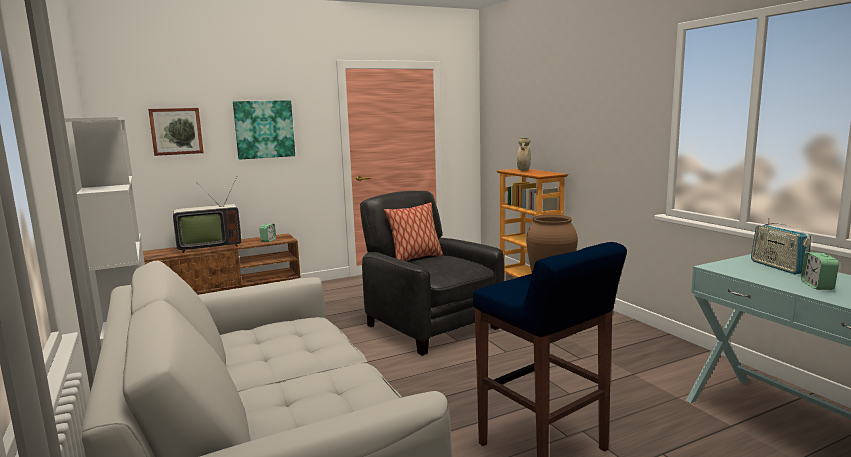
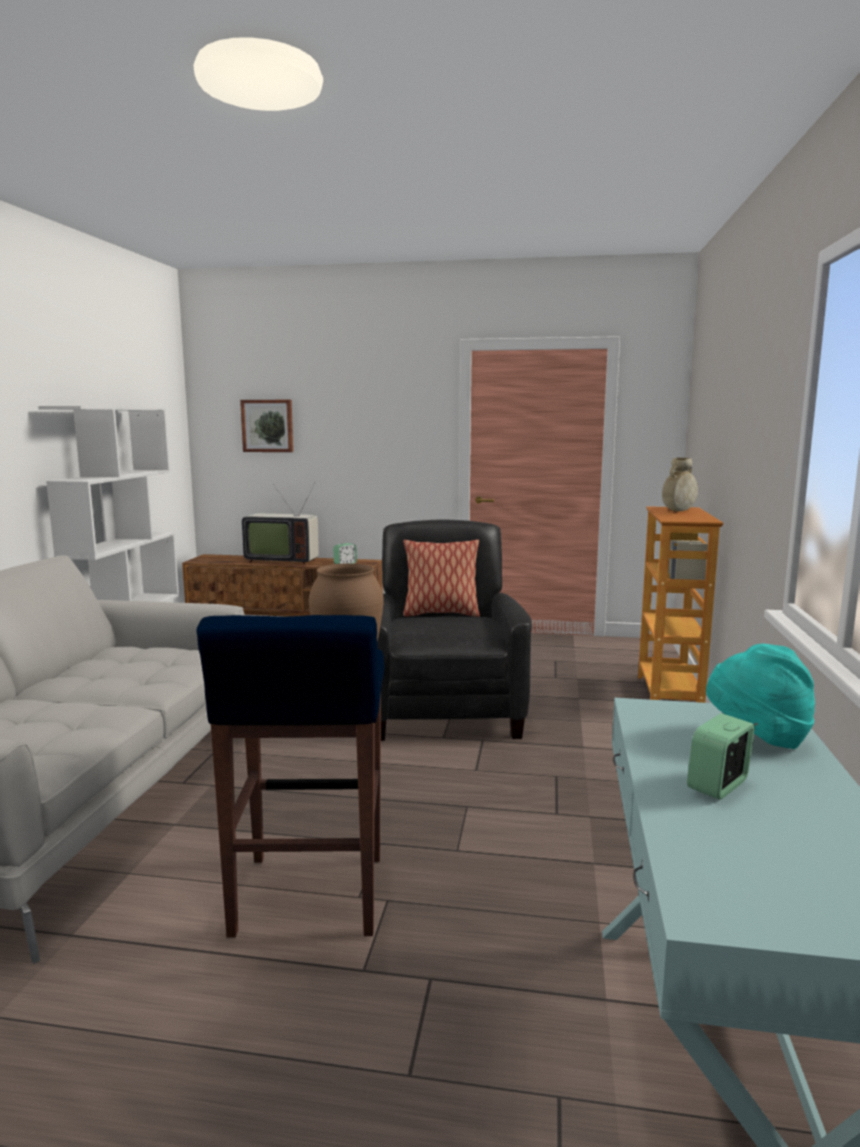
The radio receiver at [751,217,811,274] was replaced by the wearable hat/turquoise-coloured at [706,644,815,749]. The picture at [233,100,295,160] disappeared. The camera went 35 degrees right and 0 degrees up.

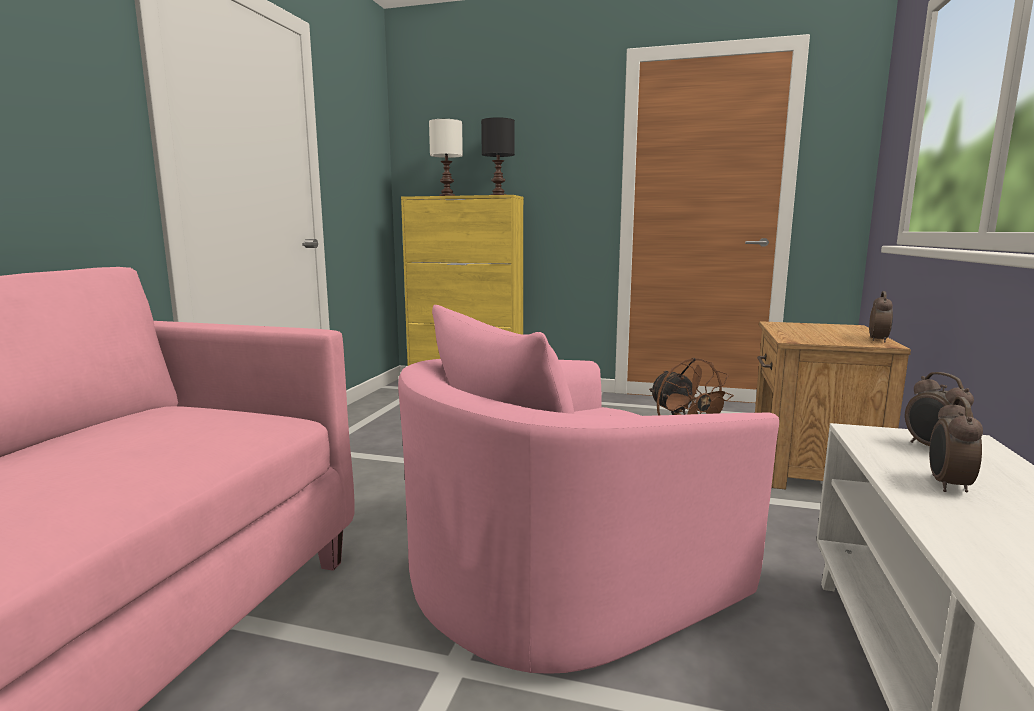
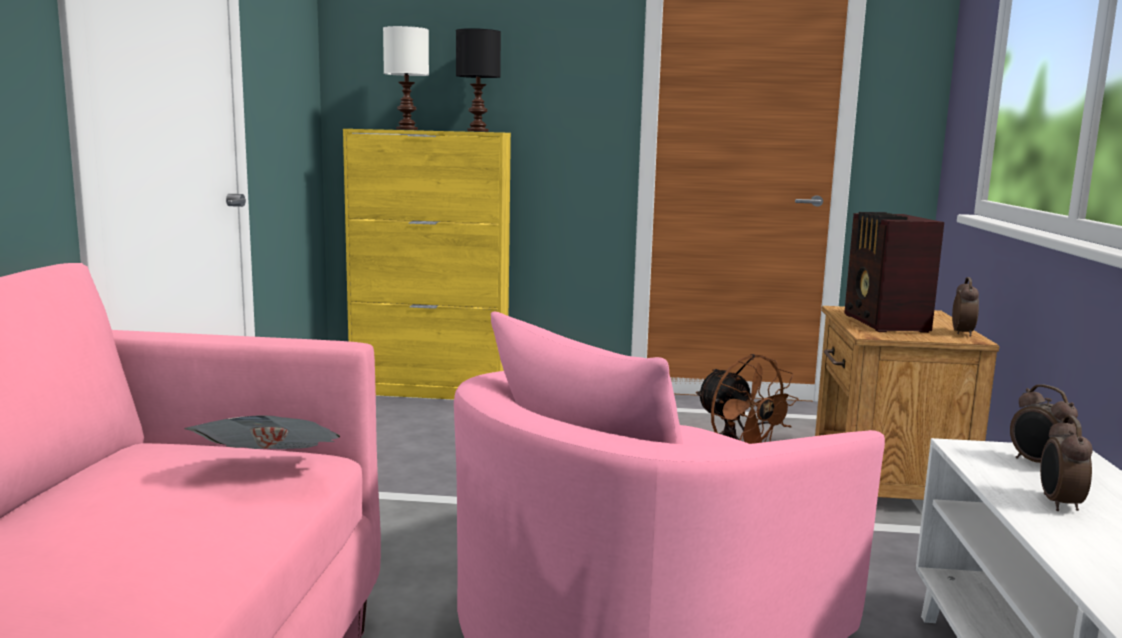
The daily paper at [184,415,340,449] appeared. The radio receiver at [844,212,944,333] appeared. The camera went 10 degrees left and 0 degrees up.

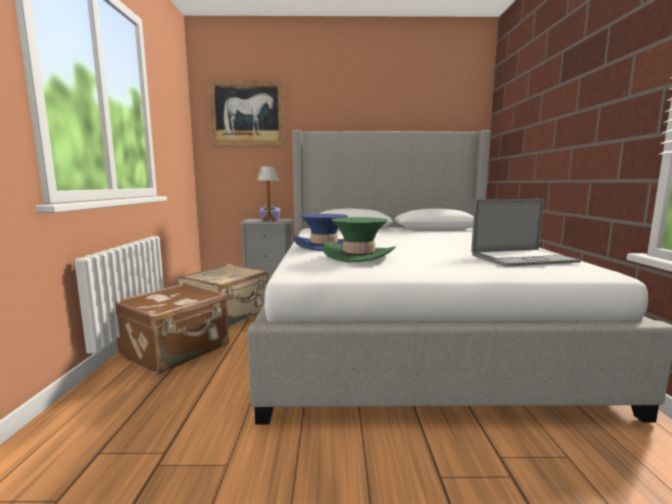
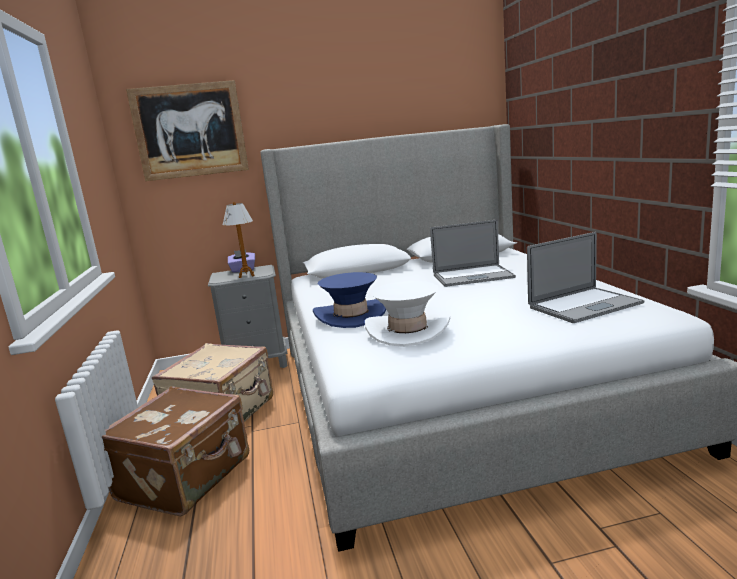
The wearable hat/greenish at [323,217,396,262] became the wearable hat/white at [365,281,450,347]. The notebook computer at [430,220,516,287] appeared. The camera went 10 degrees left and 5 degrees up.

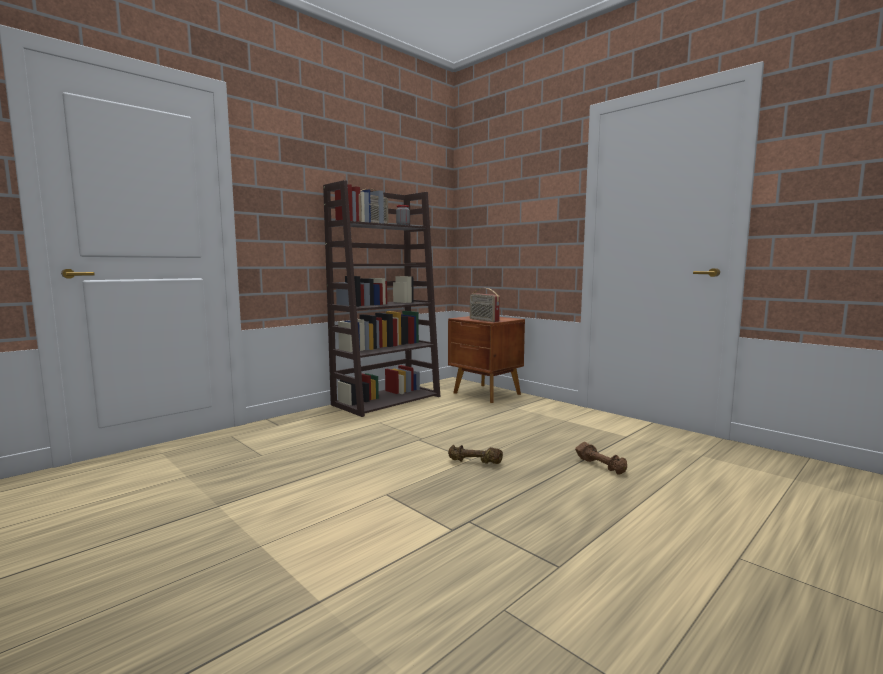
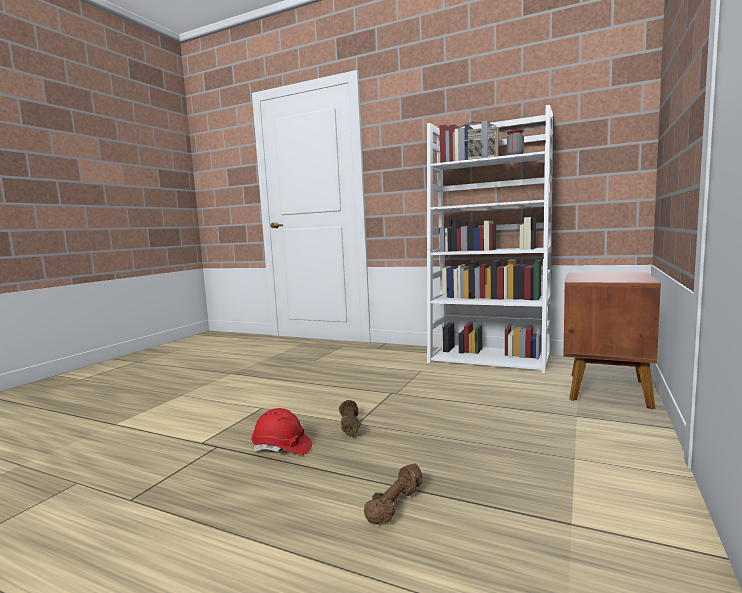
The work helmet/reddish at [251,408,312,455] appeared. The shelving unit/brownish at [323,180,440,417] became the shelving unit/white at [427,105,553,373]. The radio receiver at [470,288,500,322] disappeared. The camera went 70 degrees right and 0 degrees up.

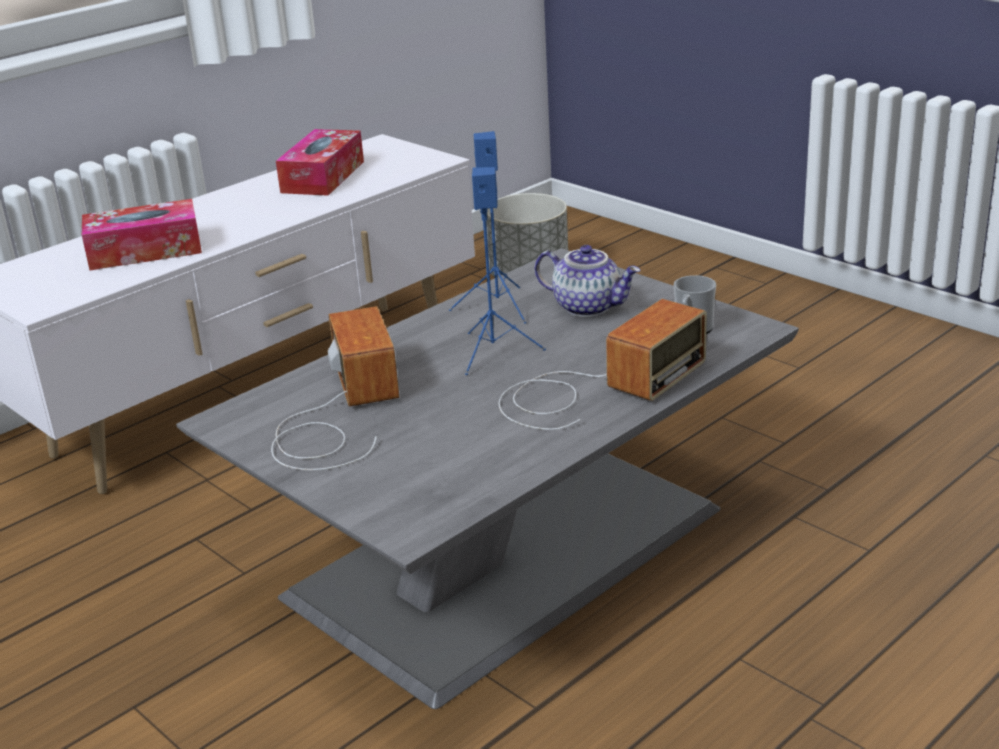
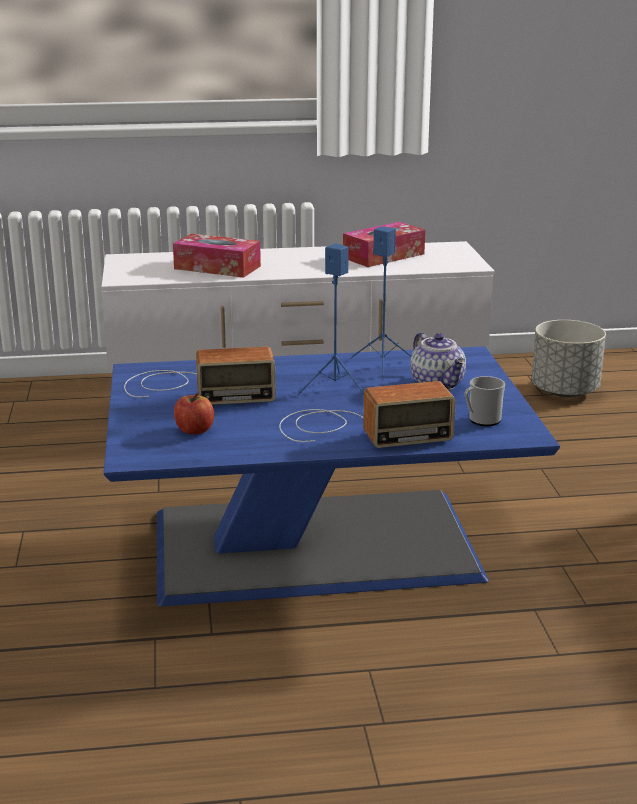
The lounge table/grey at [176,248,799,709] became the lounge table/blue at [104,346,560,607]. The radio receiver at [271,306,399,470] turned 60 degrees clockwise. The whole apple at [174,393,214,434] appeared. The camera went 35 degrees right and 5 degrees down.

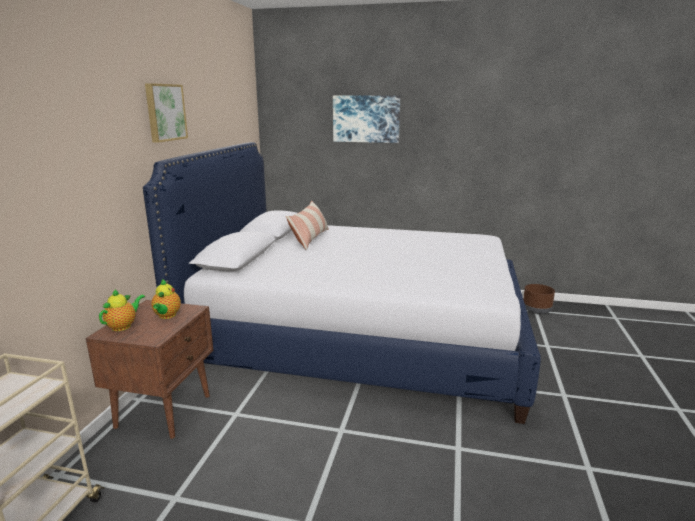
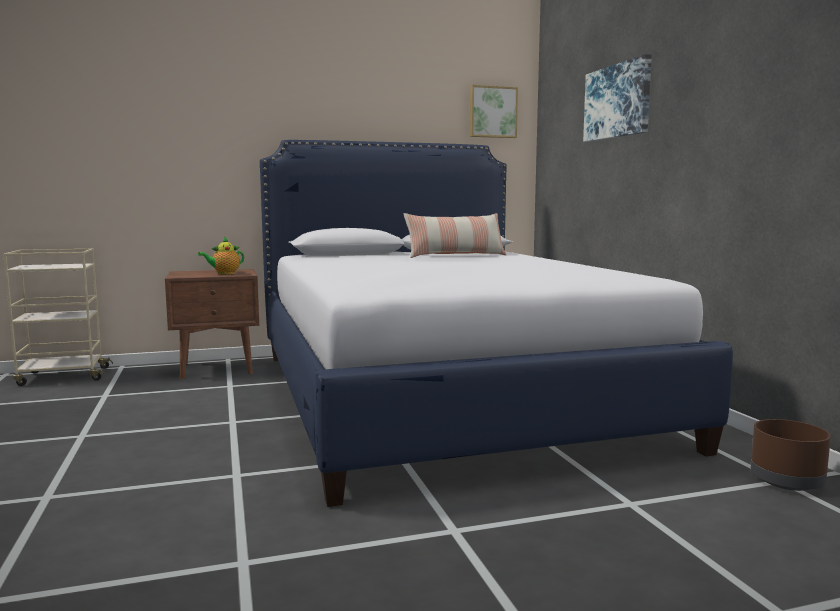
The picture moved from [145,83,188,143] to [470,85,518,138]. The tea pot at [99,289,145,331] disappeared. The camera went 60 degrees right and 10 degrees down.

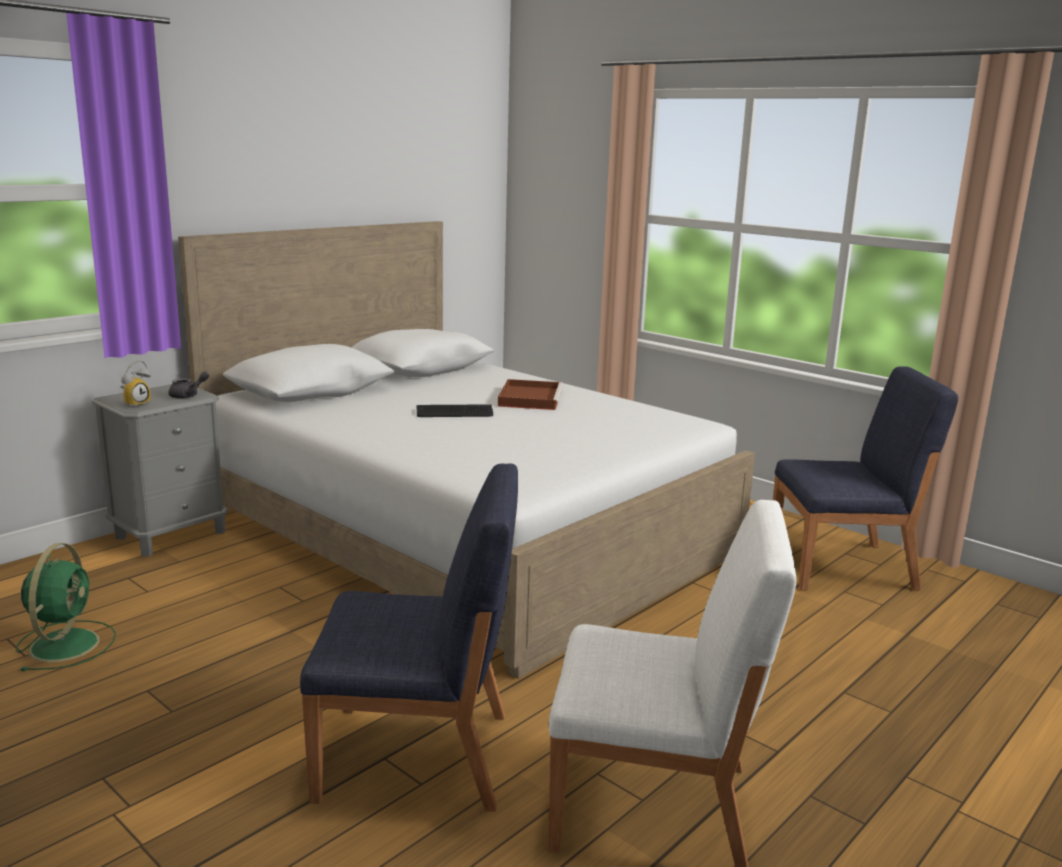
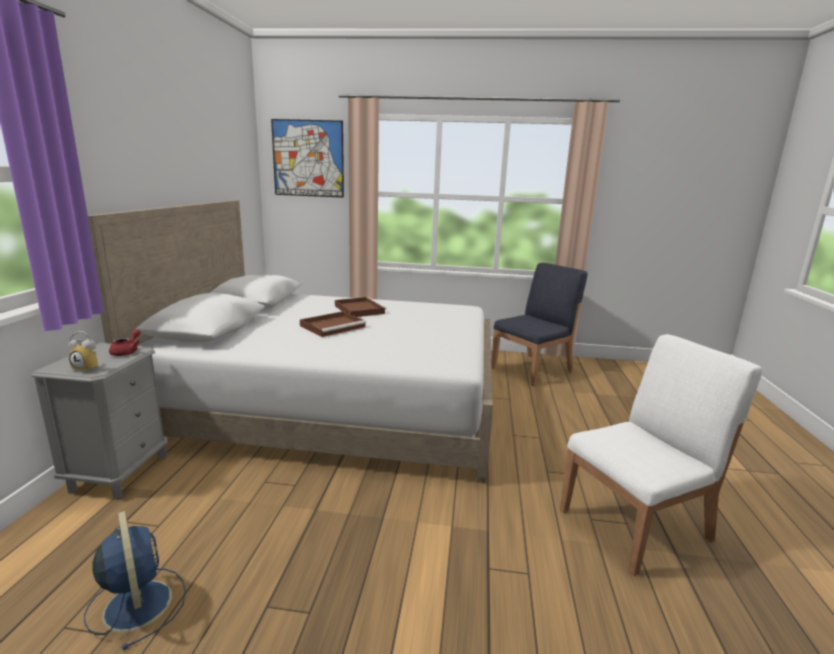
The table clock at [120,360,151,408] turned 105 degrees clockwise. The electric fan/greenish at [16,543,116,671] became the electric fan/blue at [84,511,186,650]. The tea pot/grey at [168,371,209,399] became the tea pot/reddish at [109,329,140,356]. The picture at [271,119,344,198] appeared. The PC keyboard at [417,404,493,417] was replaced by the tray/brownish at [300,311,366,337]. The chair/blue at [300,464,518,812] disappeared. The camera went 35 degrees left and 0 degrees up.

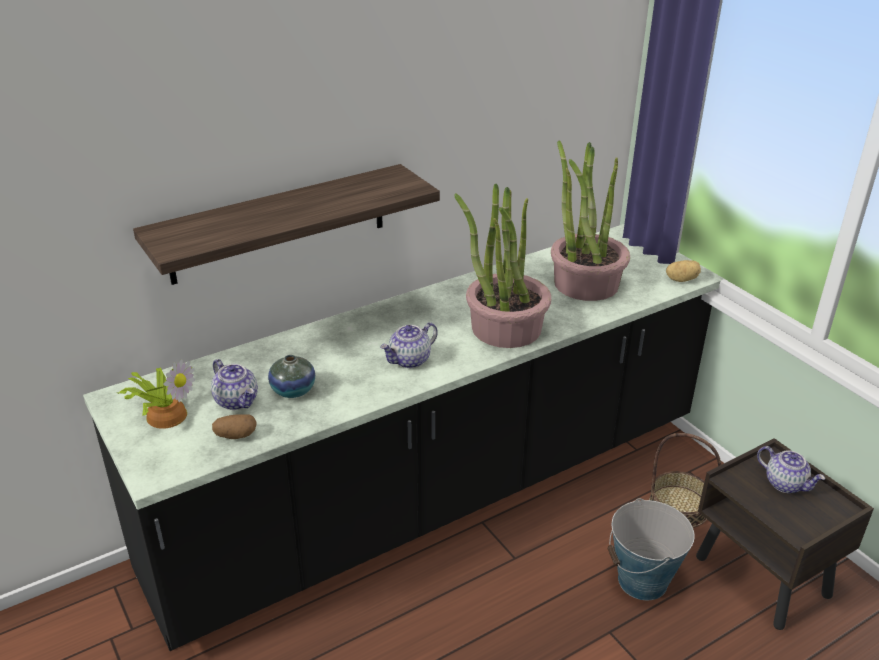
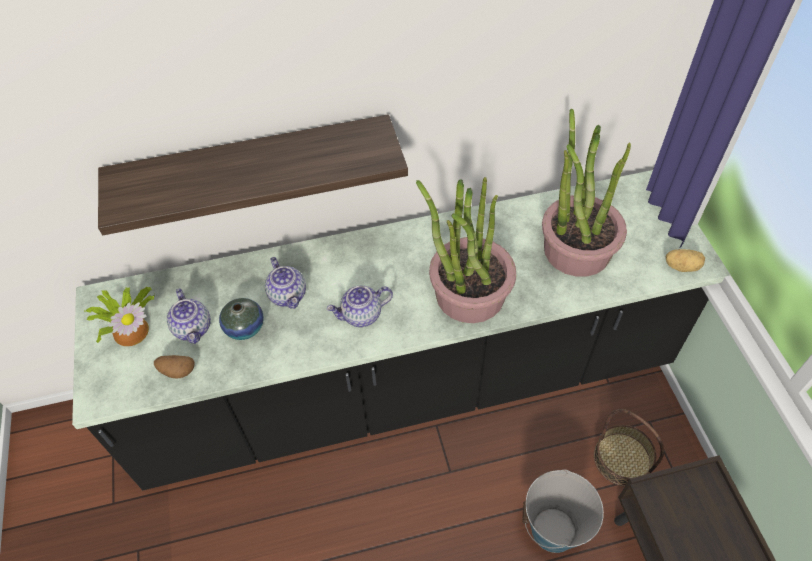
The tea pot moved from [757,446,825,493] to [265,257,306,309]. The camera went 20 degrees right and 20 degrees up.

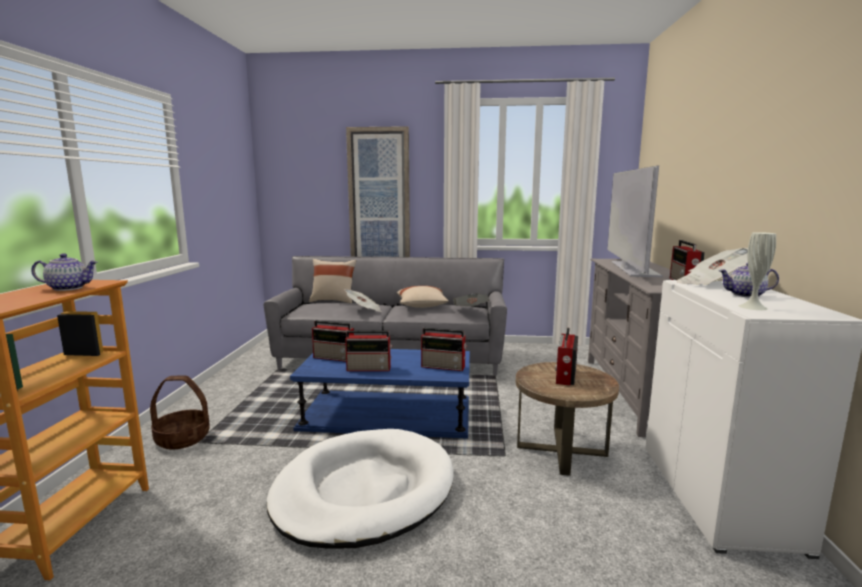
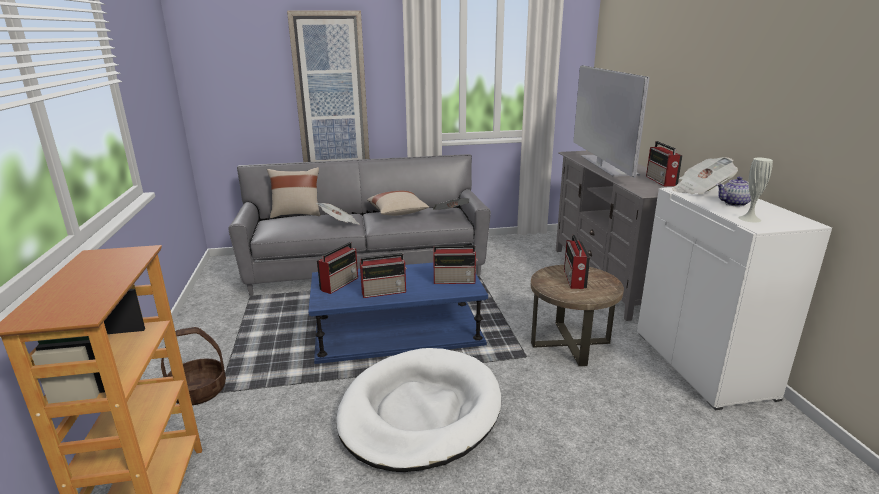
The radio receiver at [312,321,354,362] turned 60 degrees counterclockwise. The tea pot at [31,253,98,291] disappeared. The camera went 15 degrees left and 10 degrees up.

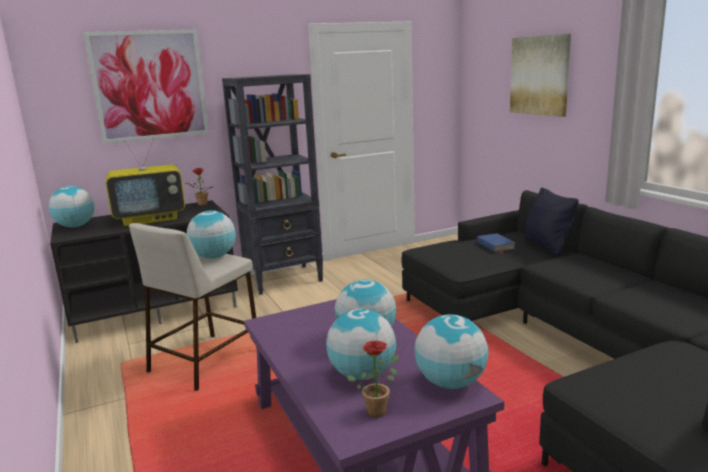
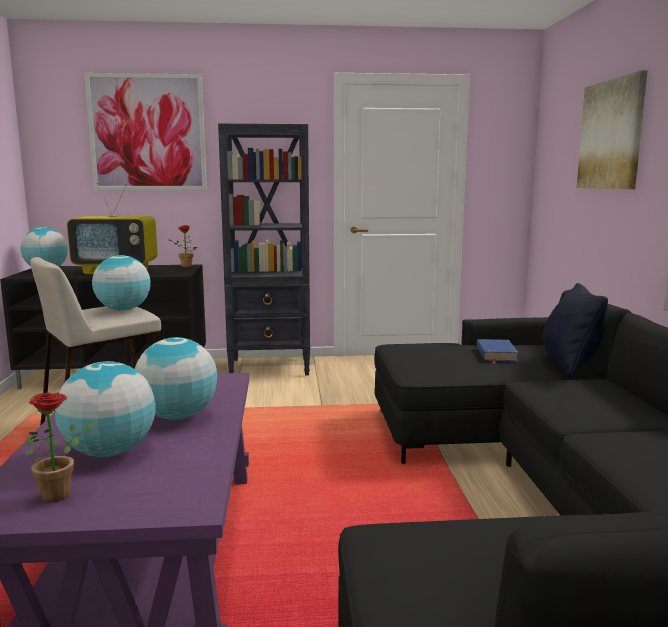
The desk globe at [414,314,488,389] disappeared. The camera went 20 degrees right and 5 degrees down.

